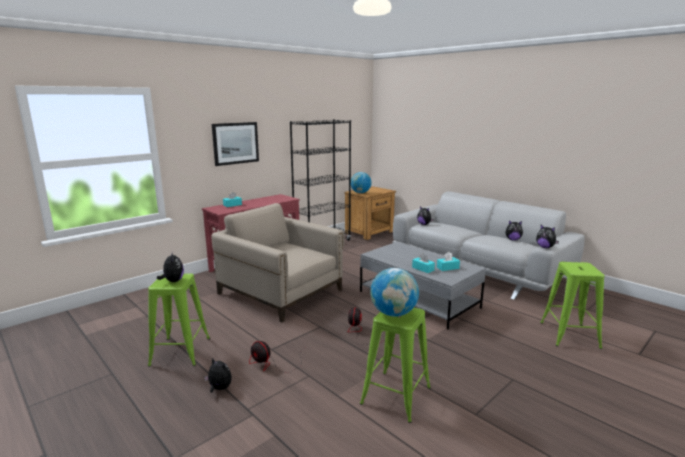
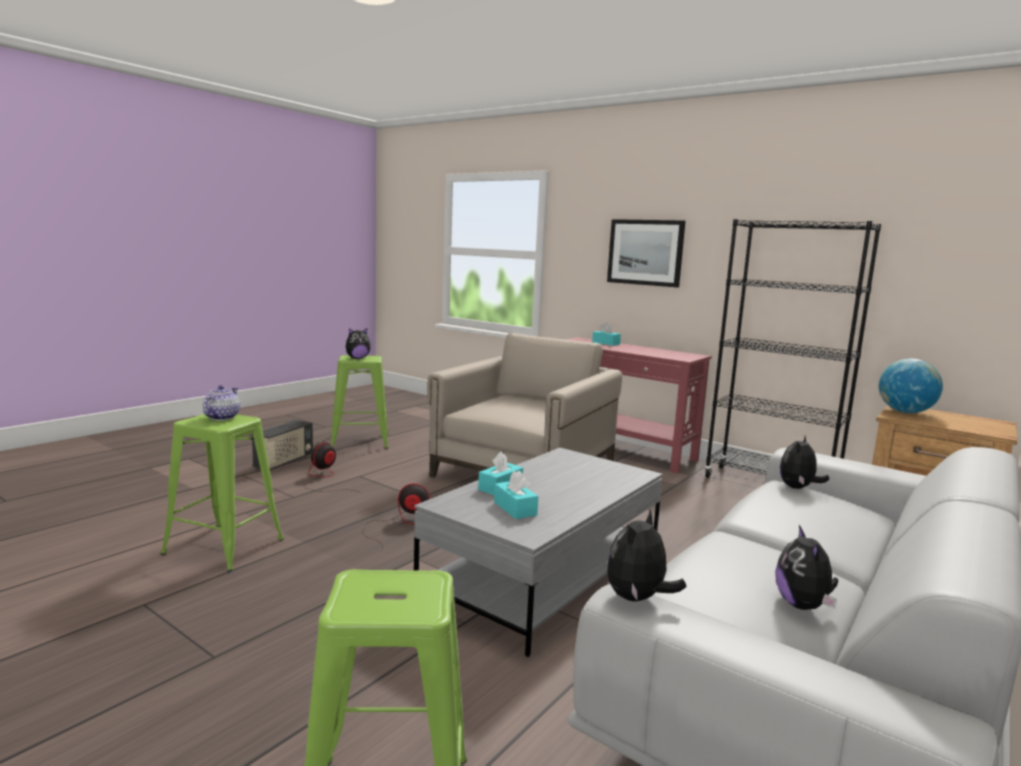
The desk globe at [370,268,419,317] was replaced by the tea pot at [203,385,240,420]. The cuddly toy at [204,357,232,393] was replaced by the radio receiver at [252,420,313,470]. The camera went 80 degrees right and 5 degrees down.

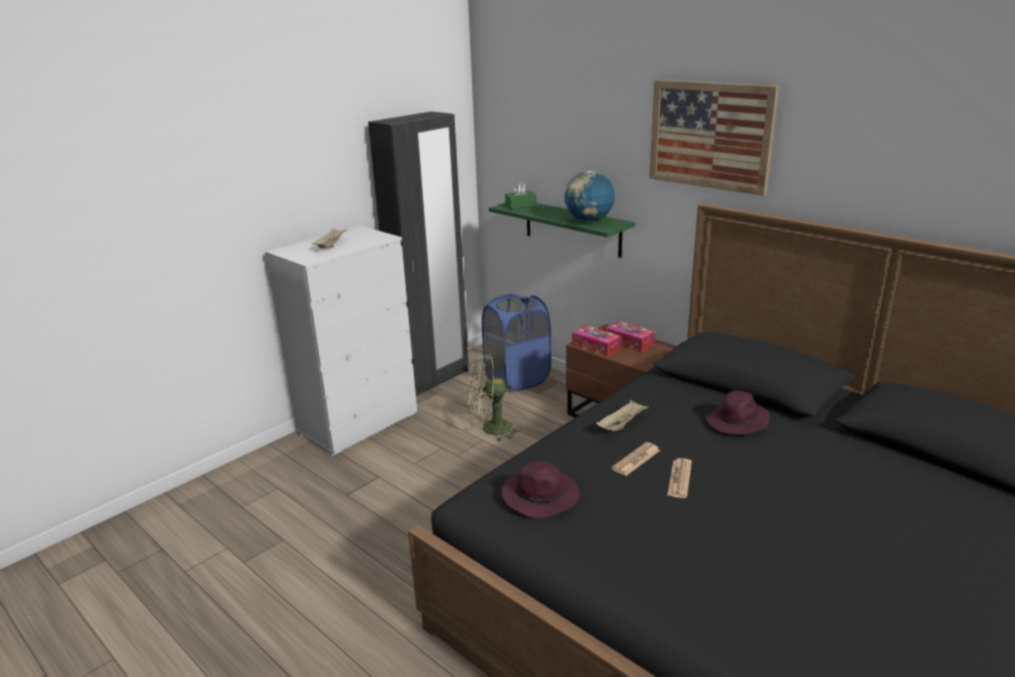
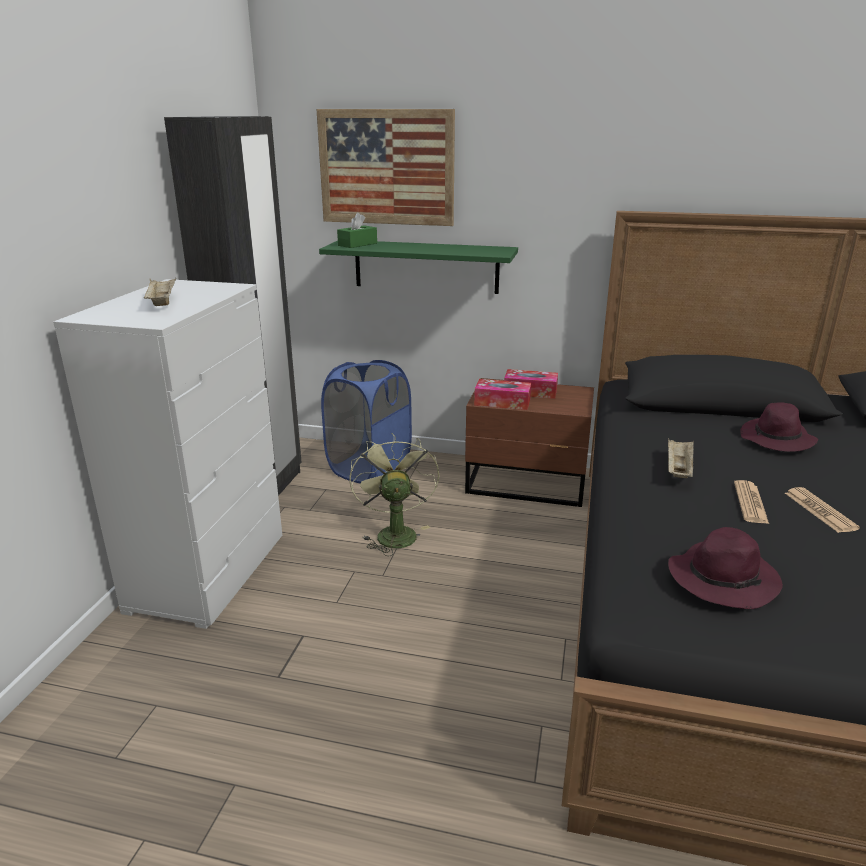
The picture moved from [649,79,779,196] to [316,109,455,226]. The electric fan/greenish at [468,354,522,441] turned 120 degrees clockwise. The desk globe at [564,171,615,222] disappeared. The camera went 30 degrees left and 0 degrees up.

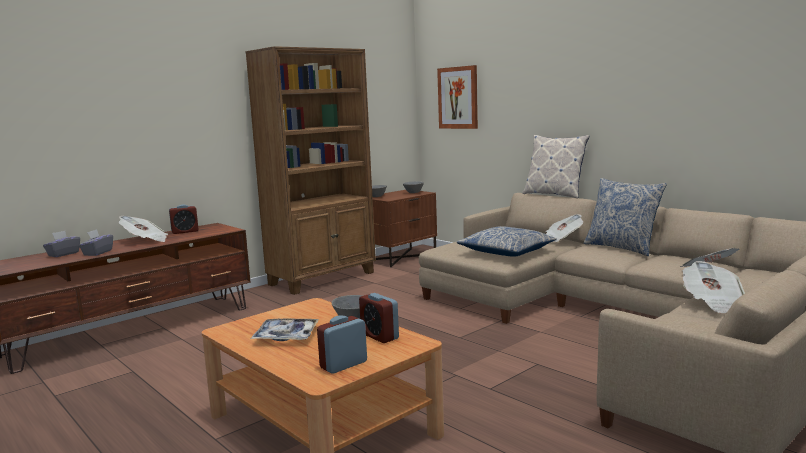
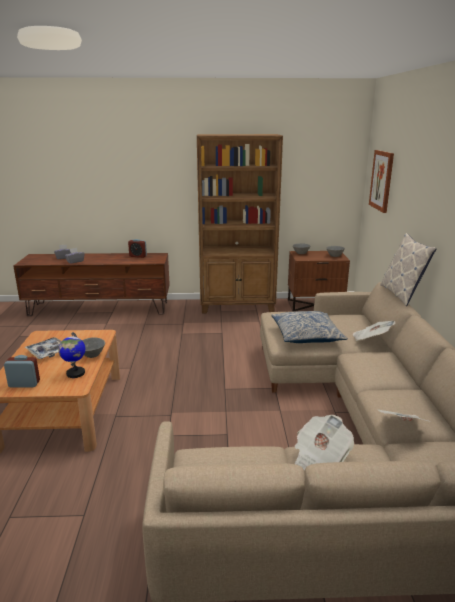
The table clock at [359,293,399,343] was replaced by the desk globe at [58,332,85,378]. The daily paper at [119,216,168,242] disappeared. The cushion at [584,178,667,256] disappeared. The camera went 40 degrees right and 10 degrees up.

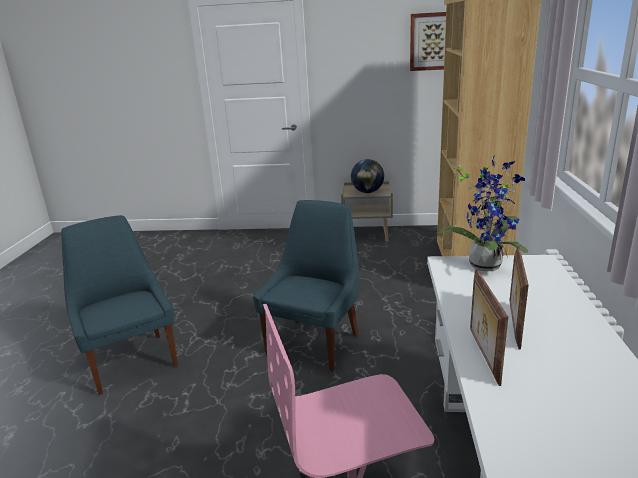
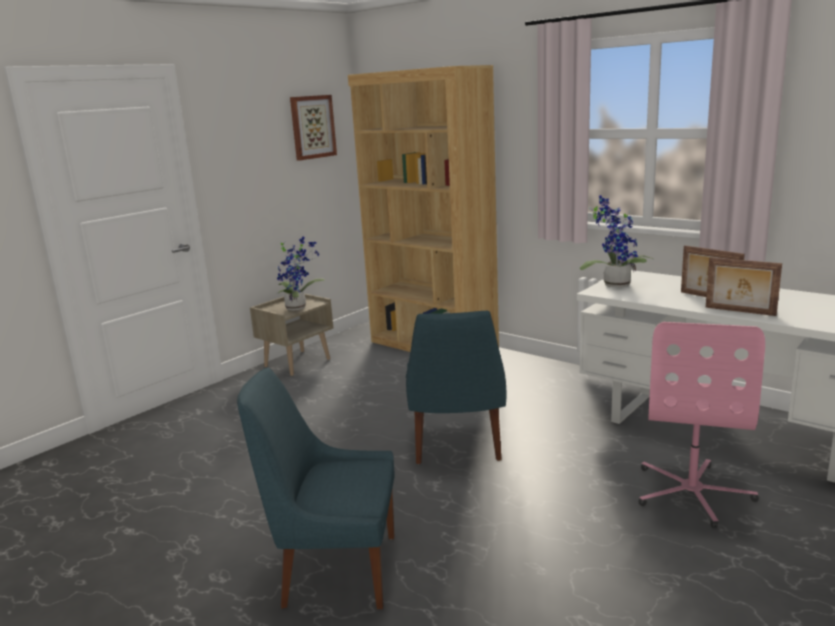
The desk globe at [351,159,384,193] was replaced by the houseplant at [277,237,325,311]. The chair/blue at [253,200,360,371] turned 150 degrees counterclockwise. The camera went 55 degrees left and 5 degrees down.

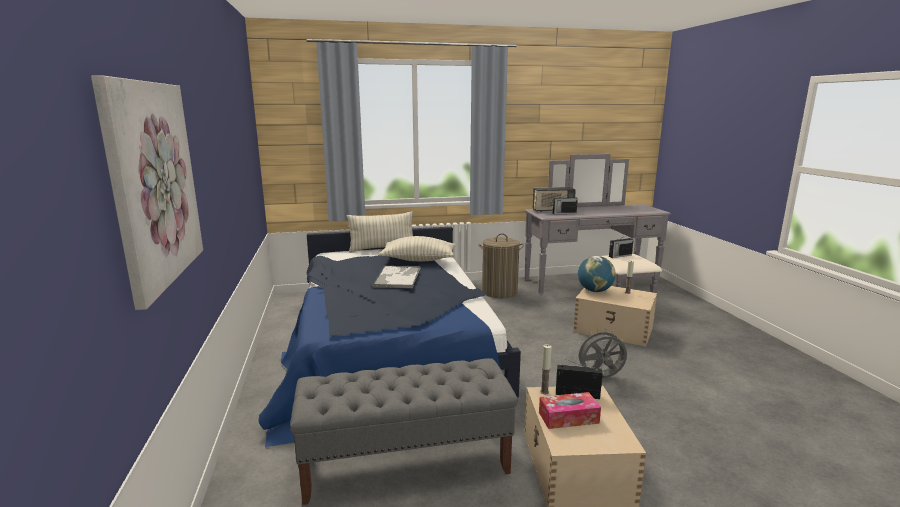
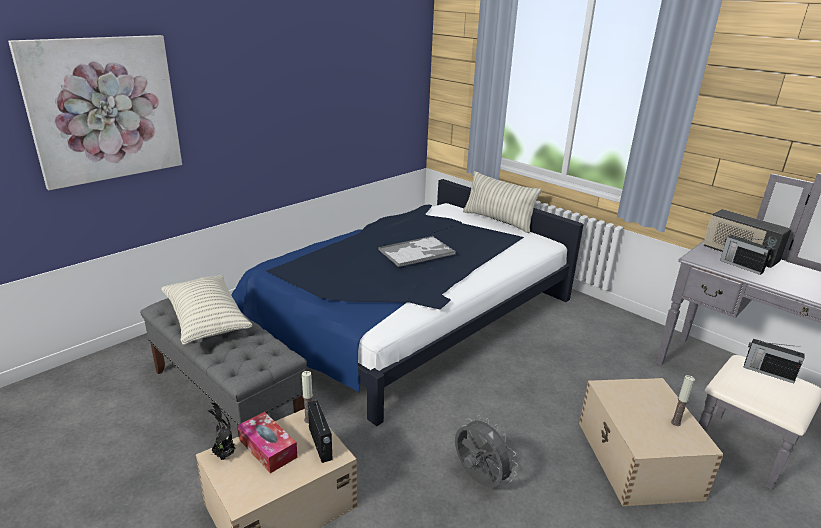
The cushion moved from [378,236,456,261] to [161,275,252,345]. The houseplant at [208,403,235,460] appeared. The washing basket at [478,233,524,298] disappeared. The desk globe at [578,256,616,292] disappeared. The camera went 55 degrees right and 10 degrees up.

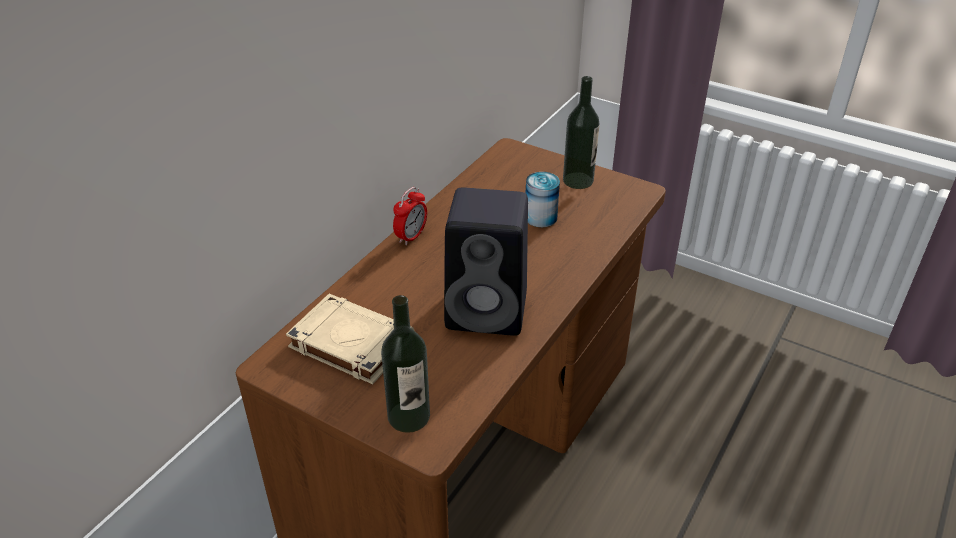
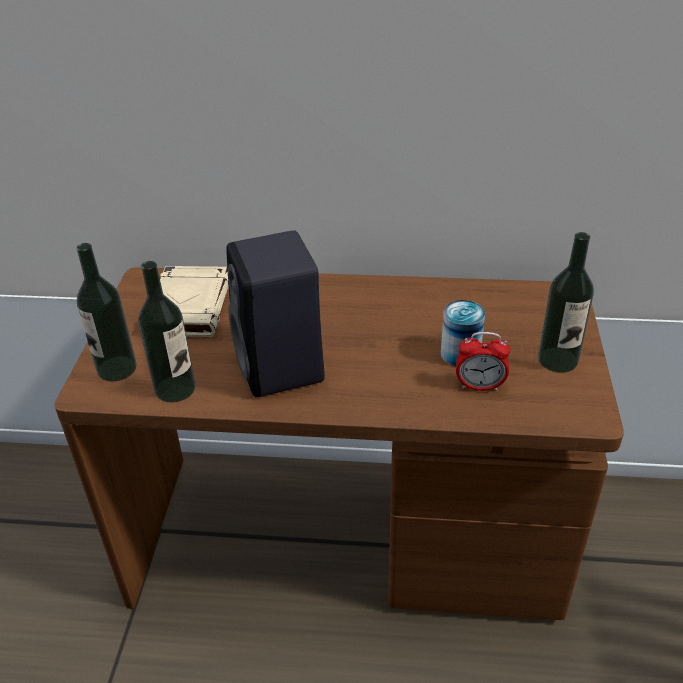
The bottle at [138,261,195,403] appeared. The table clock moved from [393,187,427,246] to [456,332,510,391]. The camera went 65 degrees right and 0 degrees up.

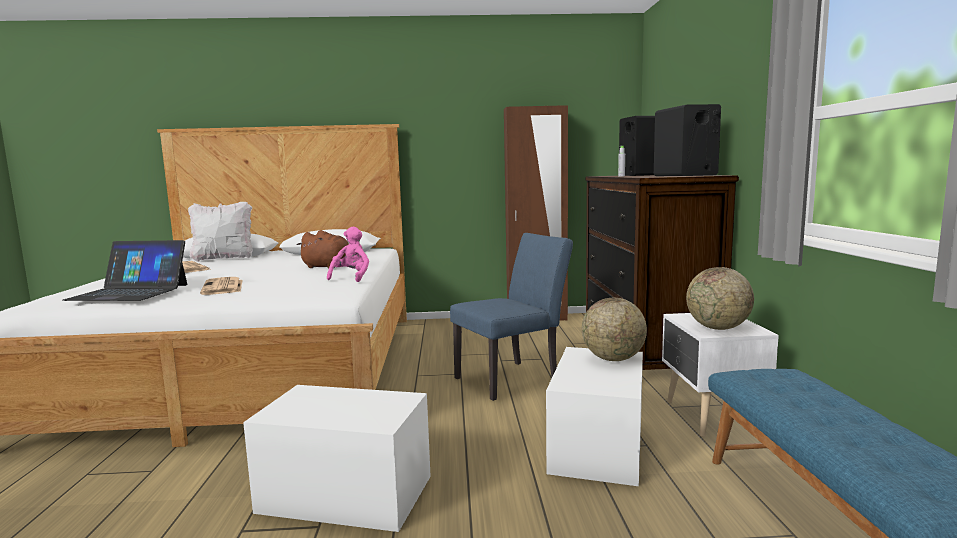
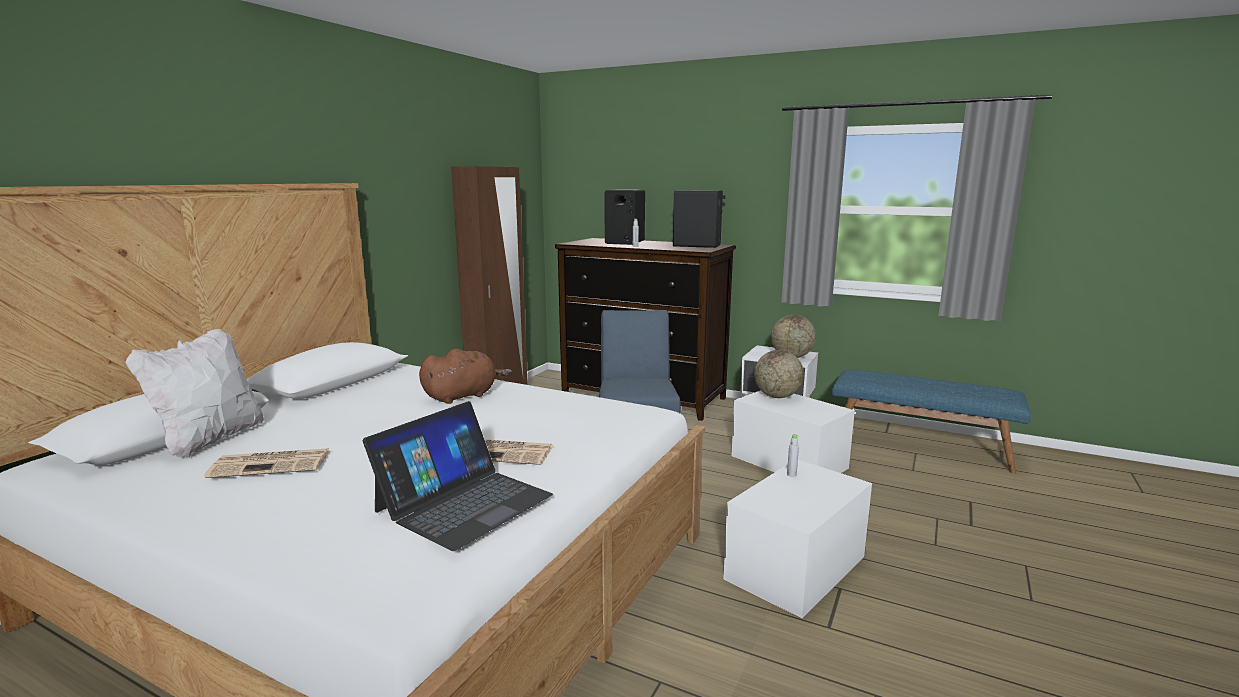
The bottle/grey at [787,434,799,477] appeared. The cuddly toy/pink-coloured at [327,227,369,282] disappeared. The camera went 60 degrees left and 5 degrees up.

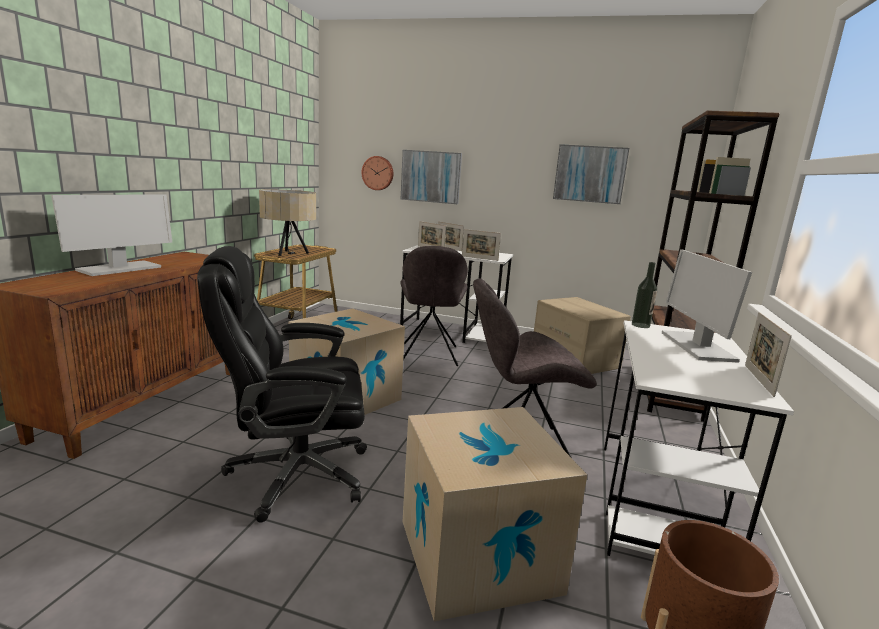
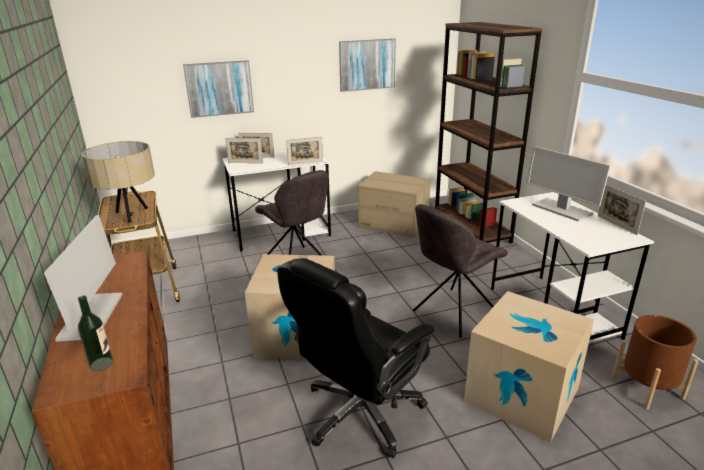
The bottle moved from [632,262,657,328] to [78,296,113,371]. The hanging clock at [361,156,393,190] disappeared. The camera went 35 degrees left and 10 degrees up.

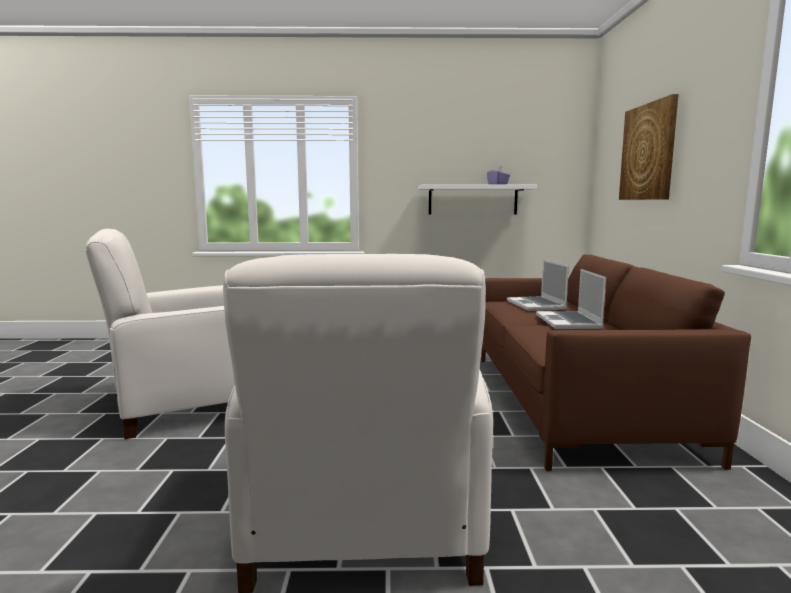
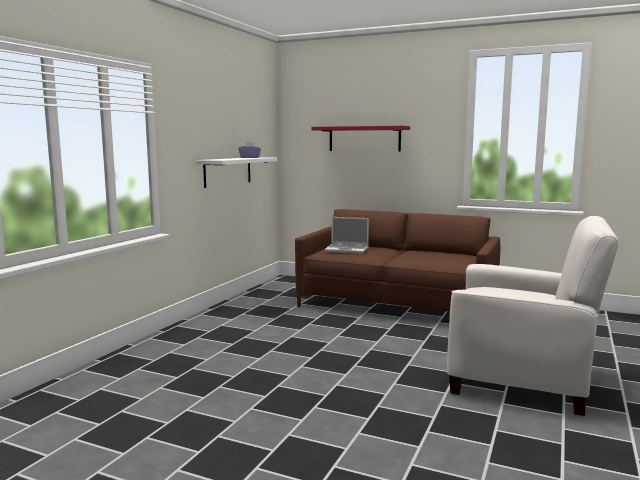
The picture at [619,94,678,200] was replaced by the bracket shelf/reddish at [312,126,410,152]. The armchair/white at [85,229,235,439] disappeared. The notebook computer at [536,269,606,329] disappeared. The camera went 65 degrees left and 0 degrees up.

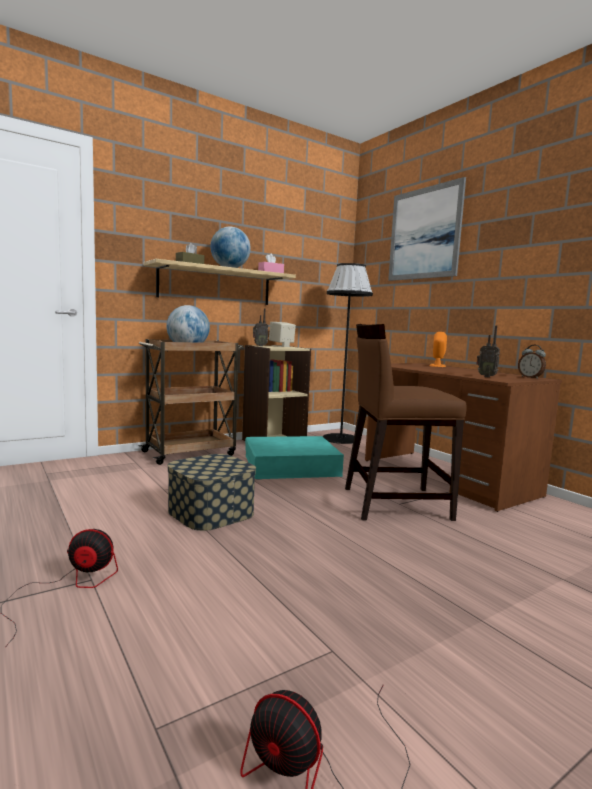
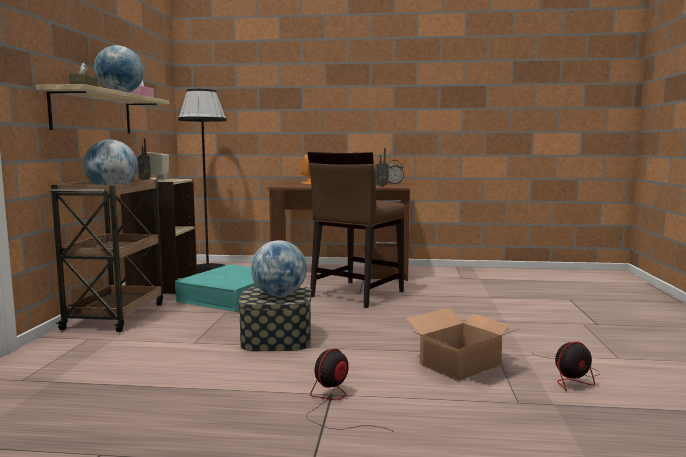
The desk globe at [251,240,307,297] appeared. The cardboard box at [406,308,521,381] appeared. The picture at [388,177,466,281] disappeared. The camera went 50 degrees left and 0 degrees up.

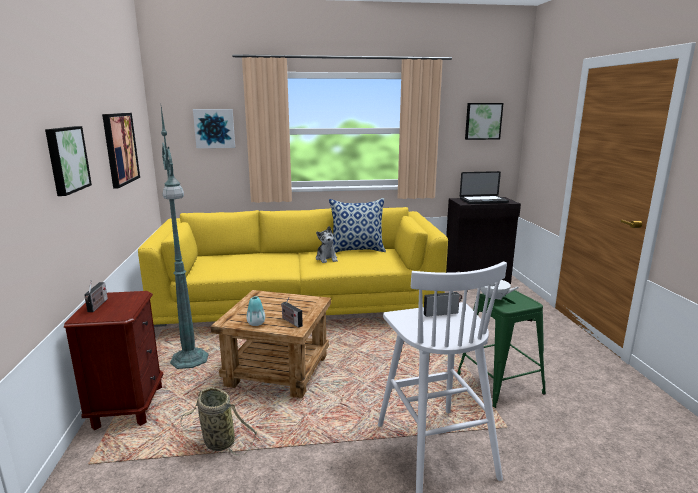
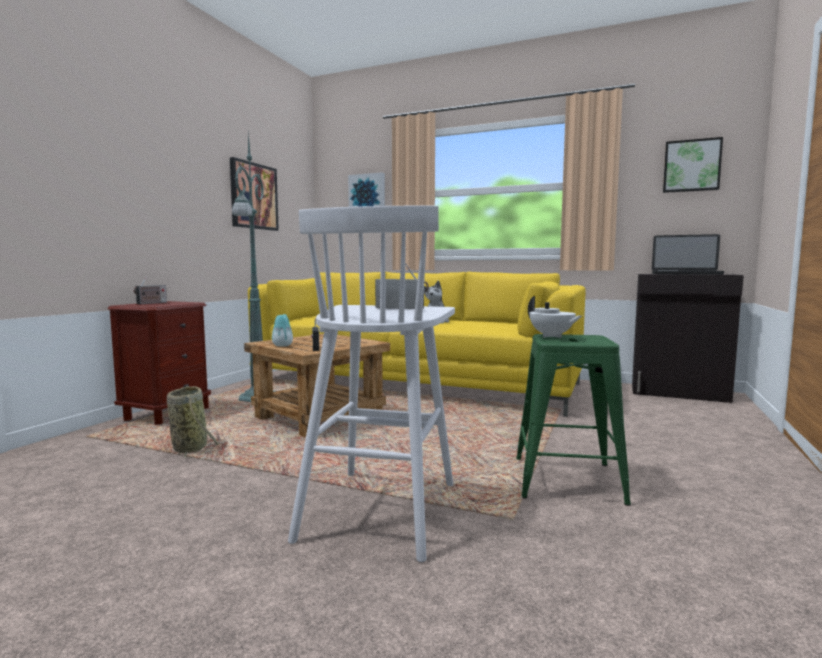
The picture at [45,126,92,196] disappeared. The cushion at [329,198,386,253] disappeared. The camera went 30 degrees right and 10 degrees down.

